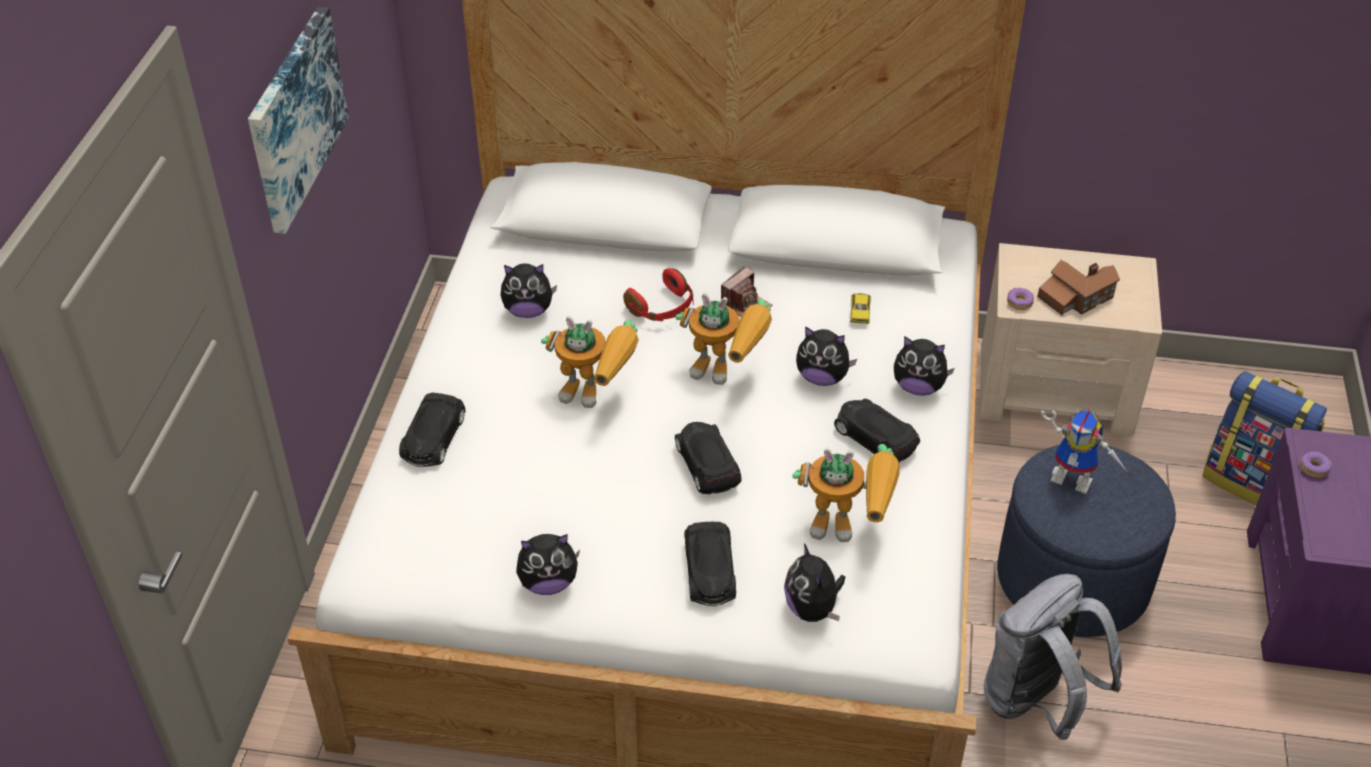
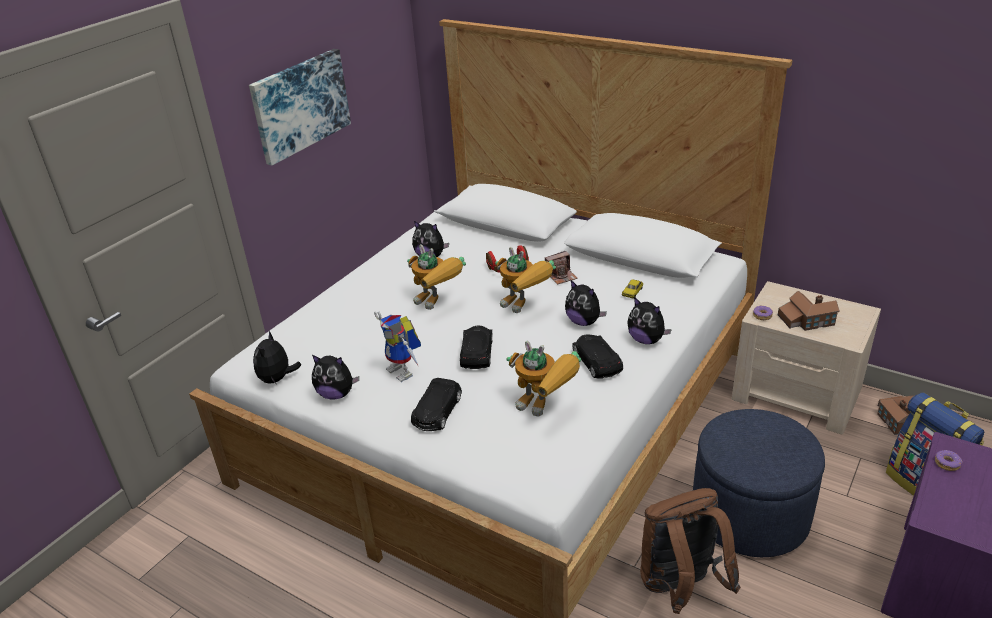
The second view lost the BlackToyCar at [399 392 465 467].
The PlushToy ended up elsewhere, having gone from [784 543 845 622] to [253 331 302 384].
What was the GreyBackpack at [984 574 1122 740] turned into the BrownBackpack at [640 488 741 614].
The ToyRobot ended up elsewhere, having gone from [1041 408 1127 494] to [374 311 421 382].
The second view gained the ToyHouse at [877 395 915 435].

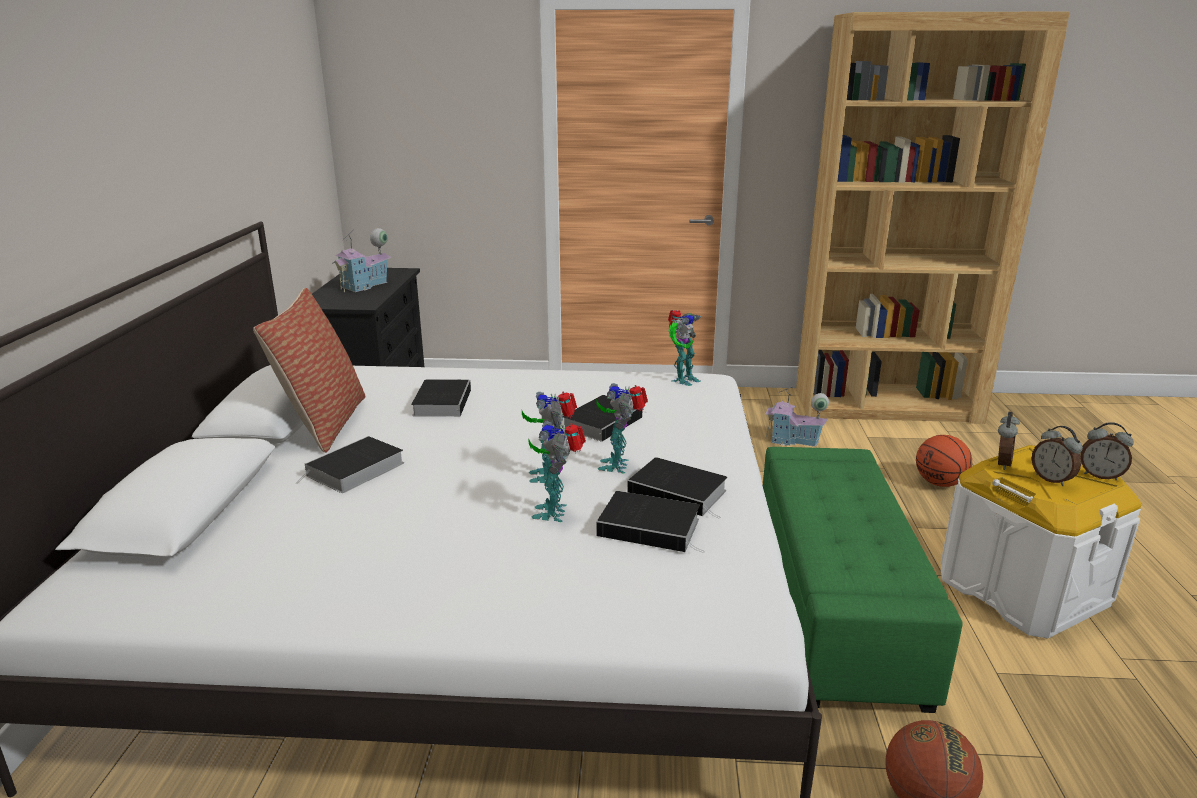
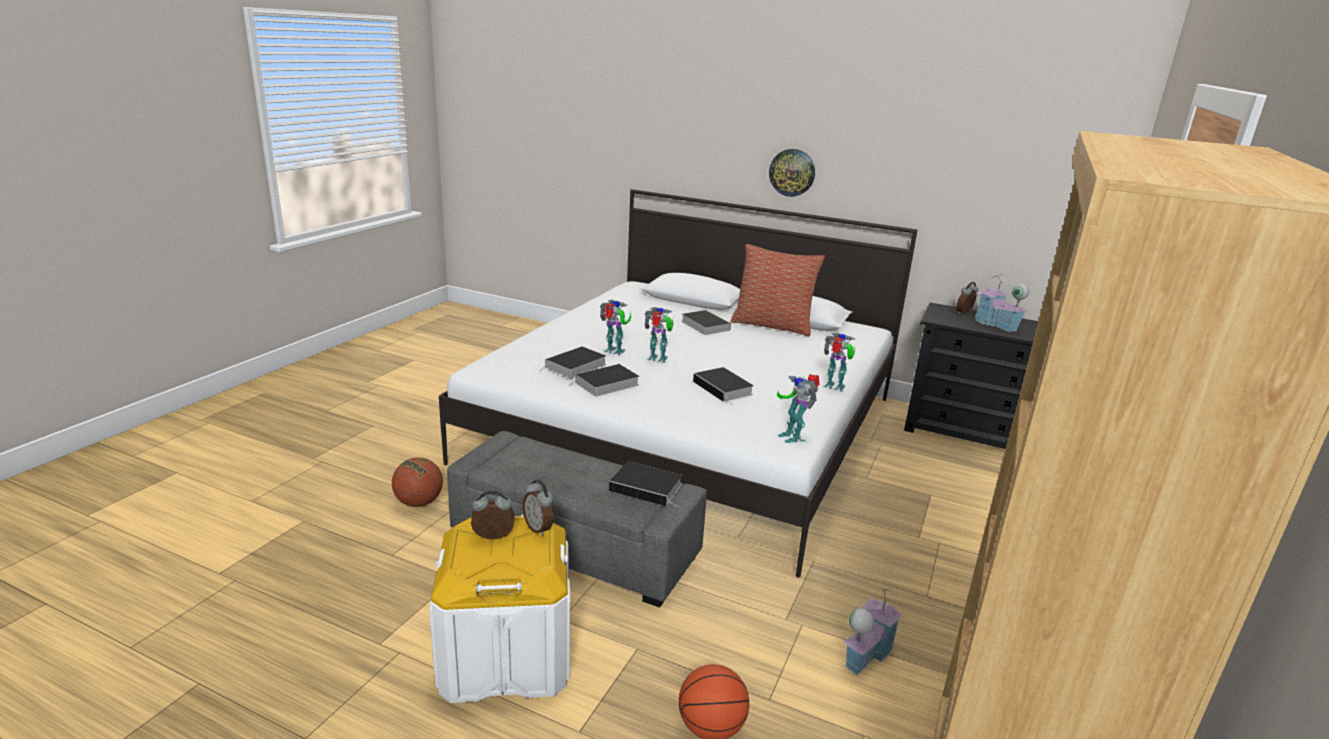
The Book ended up elsewhere, having gone from [411 380 471 417] to [609 461 682 508].
The ToyRobot ended up elsewhere, having gone from [596 383 648 474] to [823 333 855 392].
What was the GreenOttoman at [763 447 962 713] turned into the GreyOttoman at [447 431 707 608].
The AlarmClock ended up elsewhere, having gone from [1080 422 1134 480] to [956 282 978 314].
The second view gained the WallClock at [769 149 815 197].

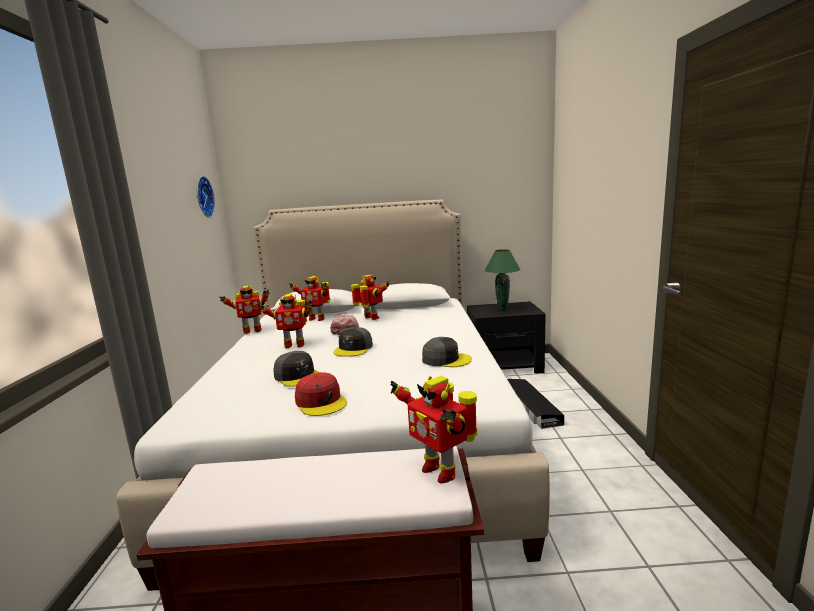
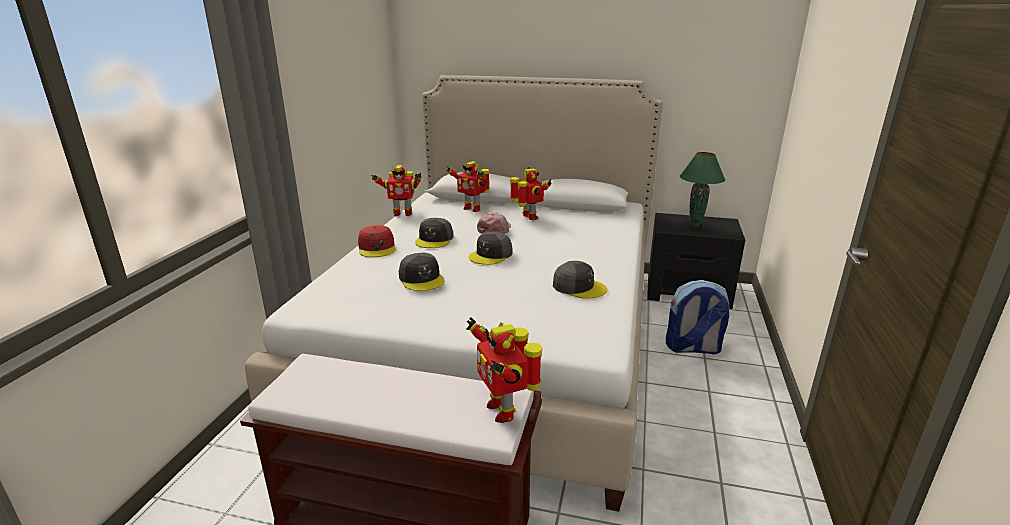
The second view lost the WallClock at [197 176 215 218].
Where the ToyRobot stood at [258 294 312 348], the GreyCap came to stand at [415 218 453 248].
The RedCap ended up elsewhere, having gone from [295 372 347 416] to [358 225 395 257].
Where the BlackStorageBox stood at [507 379 564 429], the Backpack came to stand at [666 280 729 354].

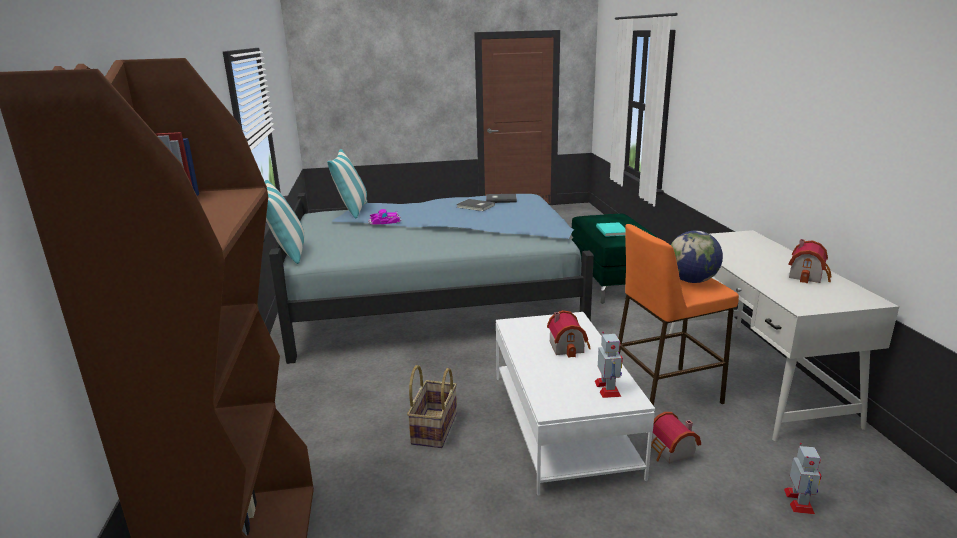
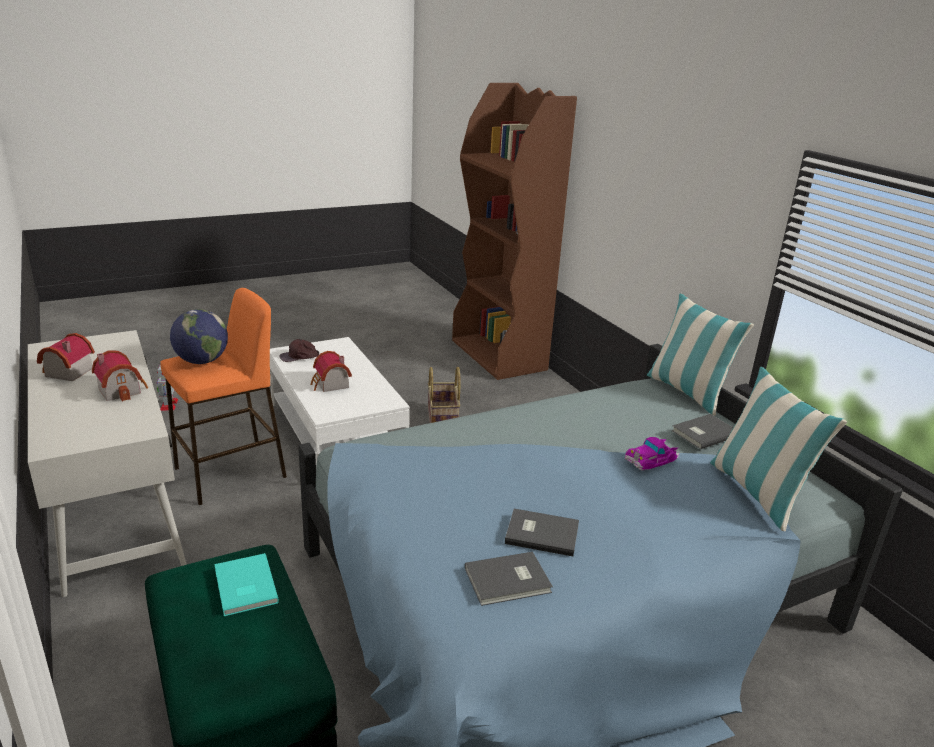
Where the ToyRobot stood at [595 332 623 398], the BrownCap came to stand at [279 339 319 362].
The ToyHouse ended up elsewhere, having gone from [651 412 701 464] to [92 350 148 402].
The second view gained the GreyBook at [671 414 733 449].

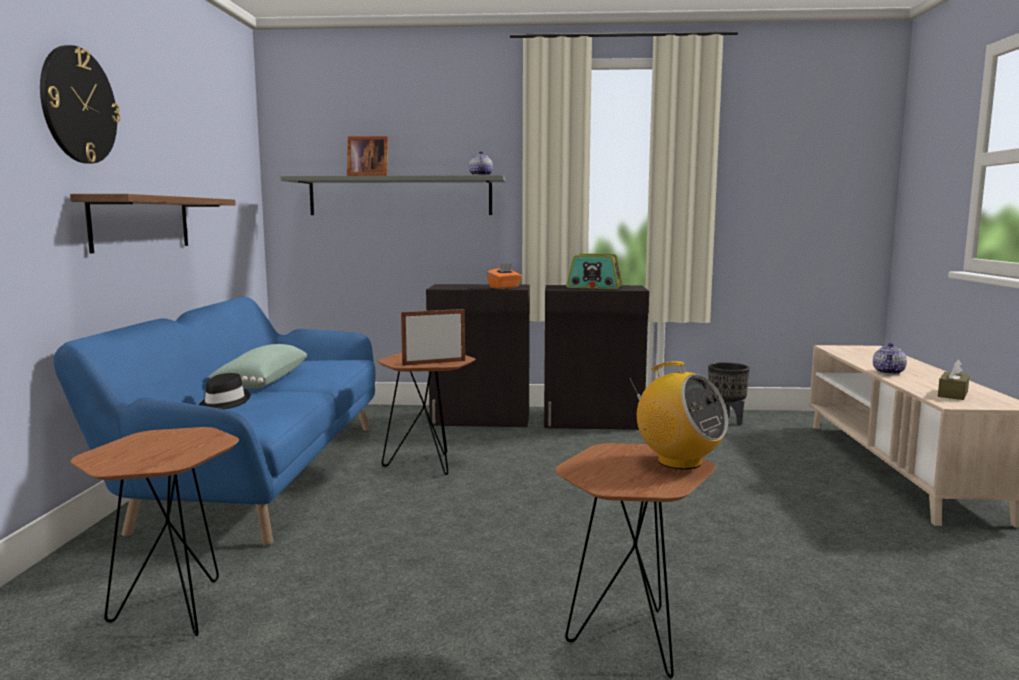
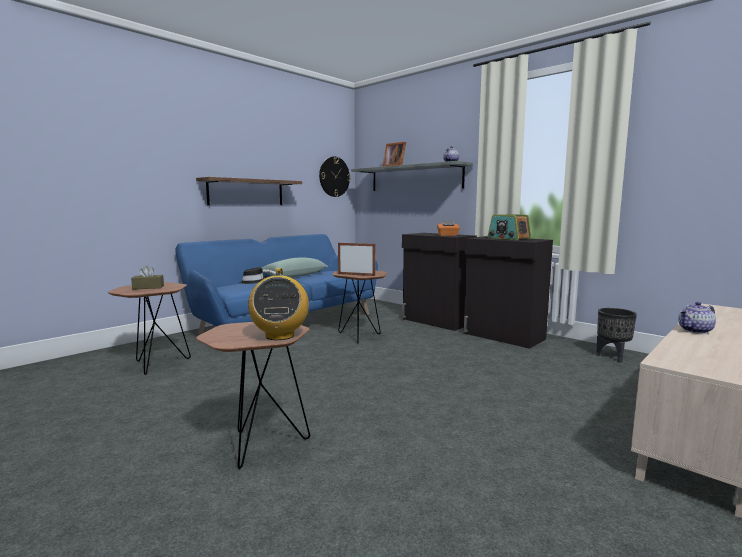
The WallClock ended up elsewhere, having gone from [40 45 120 164] to [319 156 350 197].
The BrownTissueBox ended up elsewhere, having gone from [938 359 970 400] to [131 265 164 289].

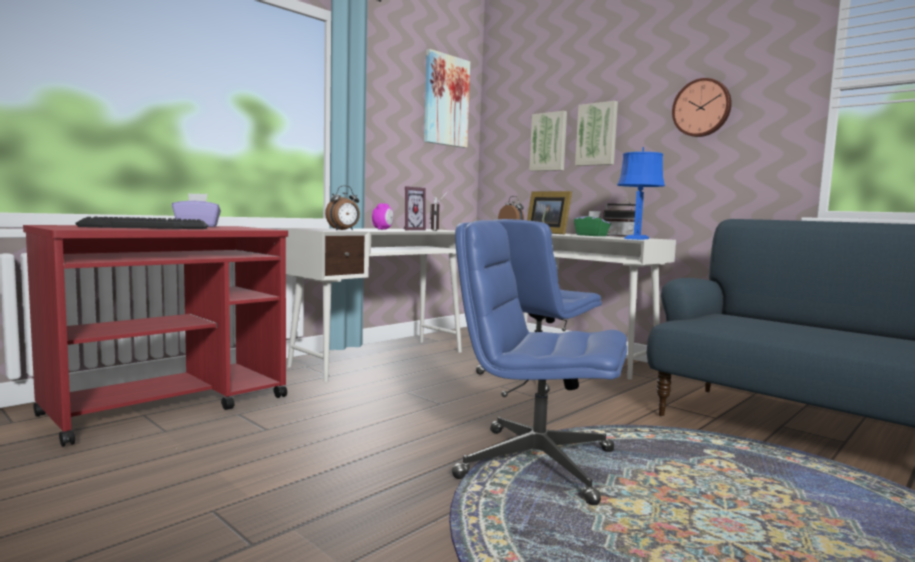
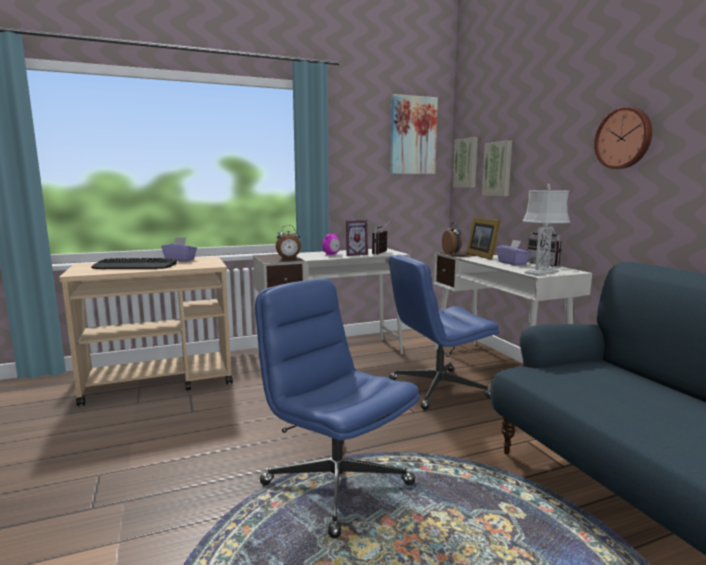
What was the RedCart at [23 225 288 447] turned into the BeigeCart at [59 256 233 406].
What was the GreenTissueBox at [574 211 611 236] turned into the PurpleTissueBox at [497 240 531 265].
The Picture ended up elsewhere, having gone from [575 101 618 166] to [453 137 478 187].
What was the BlueTableLamp at [617 147 665 240] turned into the GreyTableLamp at [523 184 570 276].

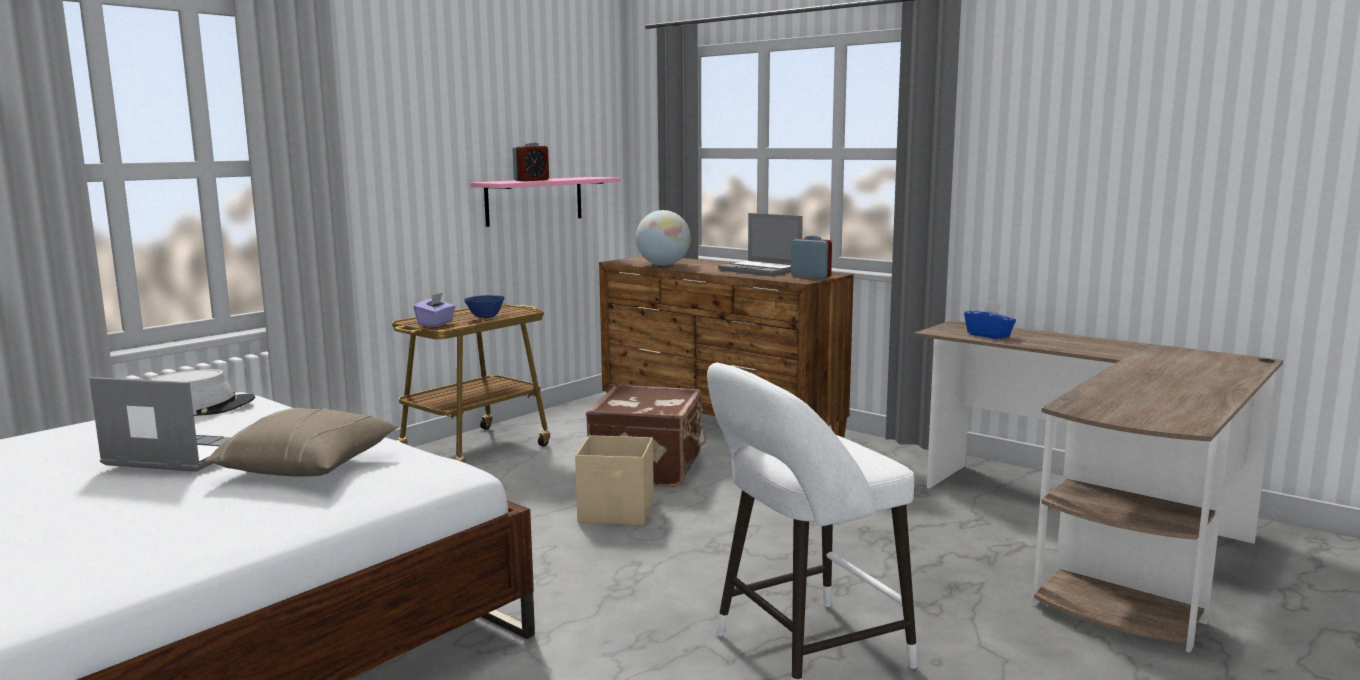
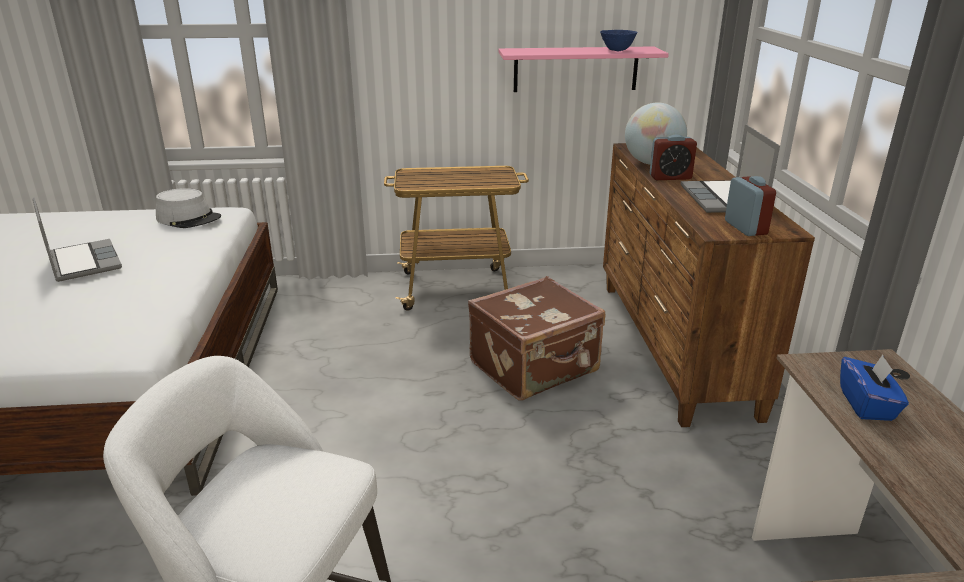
The second view lost the BeigePillow at [205 408 398 477].
The second view lost the PurpleTissueBox at [414 293 455 327].
The BlueBowl ended up elsewhere, having gone from [464 295 505 318] to [600 30 638 51].
The AlarmClock ended up elsewhere, having gone from [513 142 549 181] to [649 134 697 180].
The second view lost the BeigeStorageBox at [575 435 654 526].

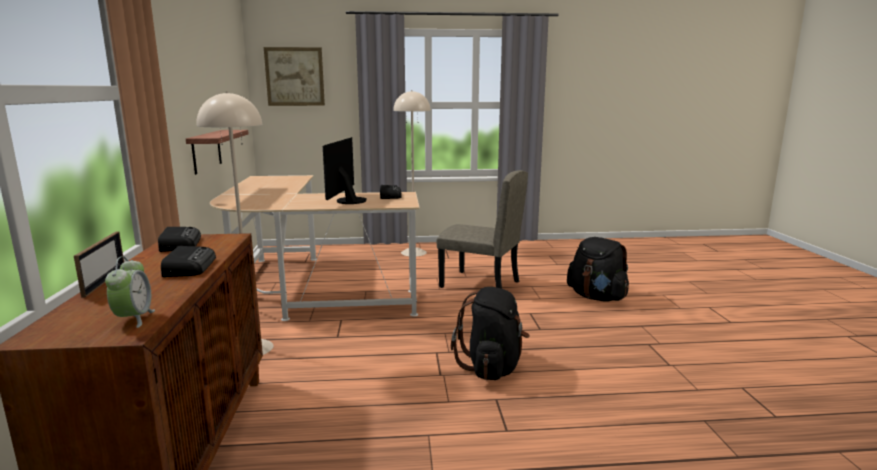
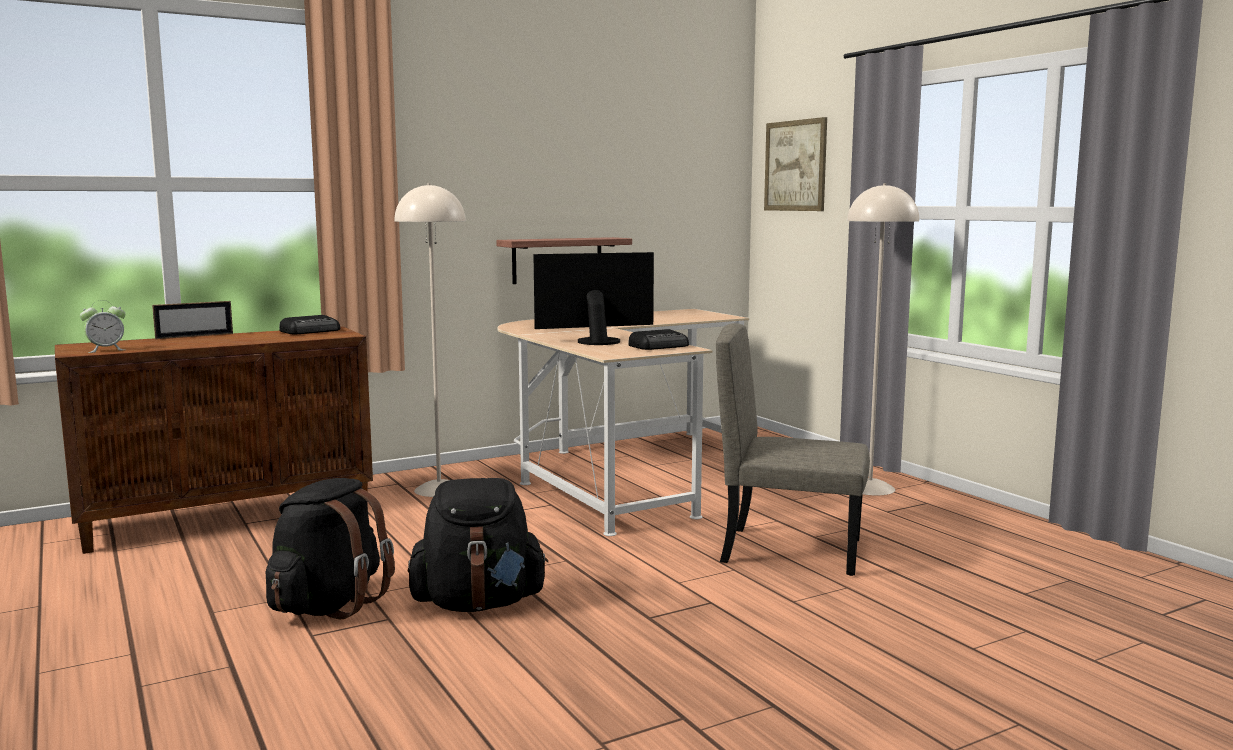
The second view lost the Radio at [161 246 216 277].
The BeigeChair at [436 170 528 289] ended up facing another way, 105 degrees clockwise from before.
The BlackBackpack ended up elsewhere, having gone from [567 237 629 302] to [266 478 395 619].

